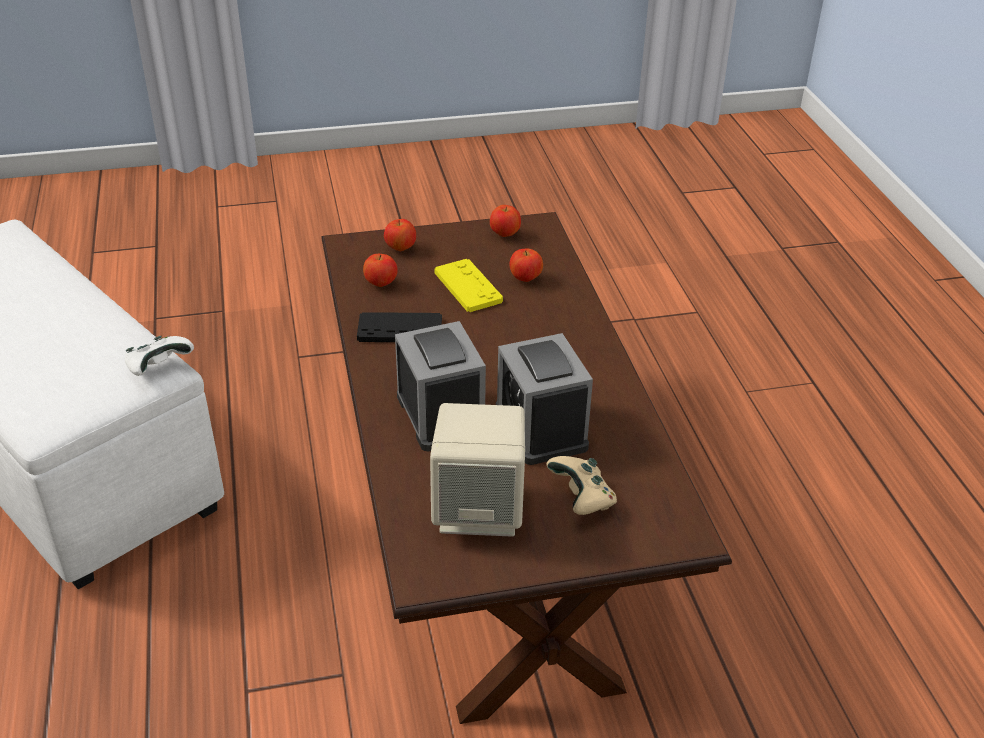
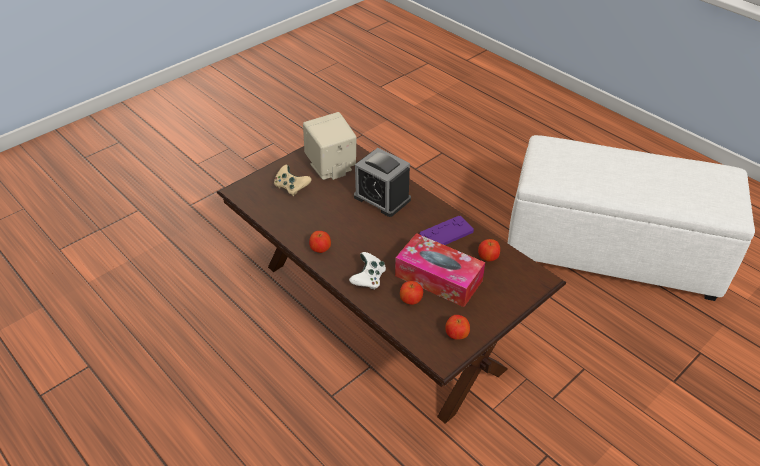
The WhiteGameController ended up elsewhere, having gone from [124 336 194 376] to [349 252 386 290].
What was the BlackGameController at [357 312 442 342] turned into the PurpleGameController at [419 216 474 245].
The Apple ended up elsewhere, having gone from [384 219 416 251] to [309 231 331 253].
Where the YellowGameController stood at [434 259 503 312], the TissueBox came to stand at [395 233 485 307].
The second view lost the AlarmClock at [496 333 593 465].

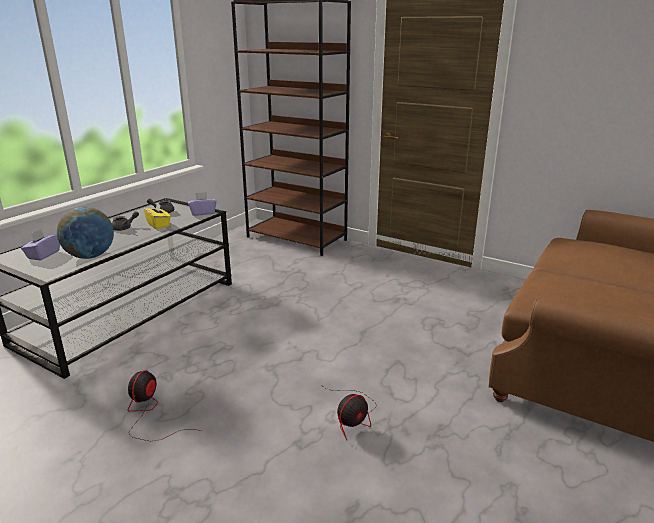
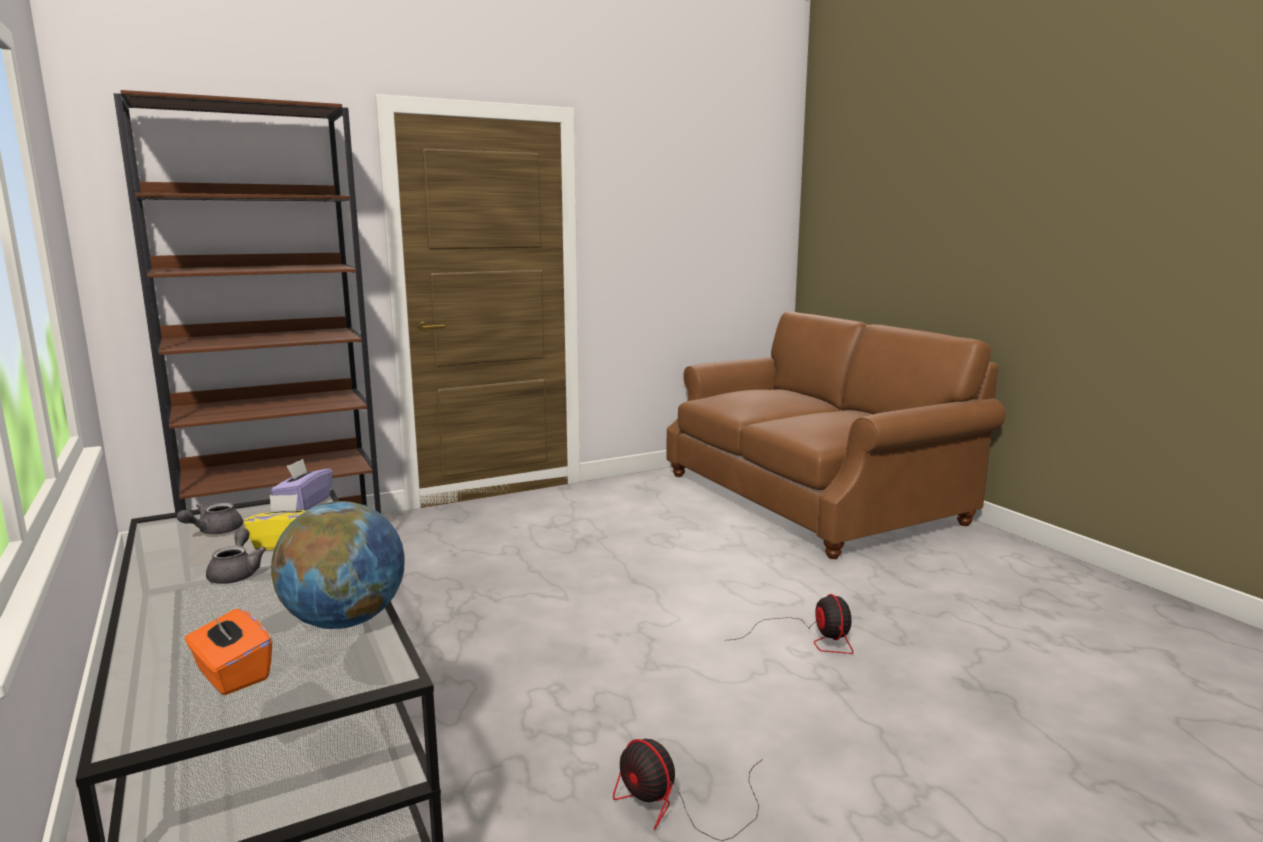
What was the PurpleTissueBox at [21 229 60 261] turned into the OrangeTissueBox at [185 608 272 695].

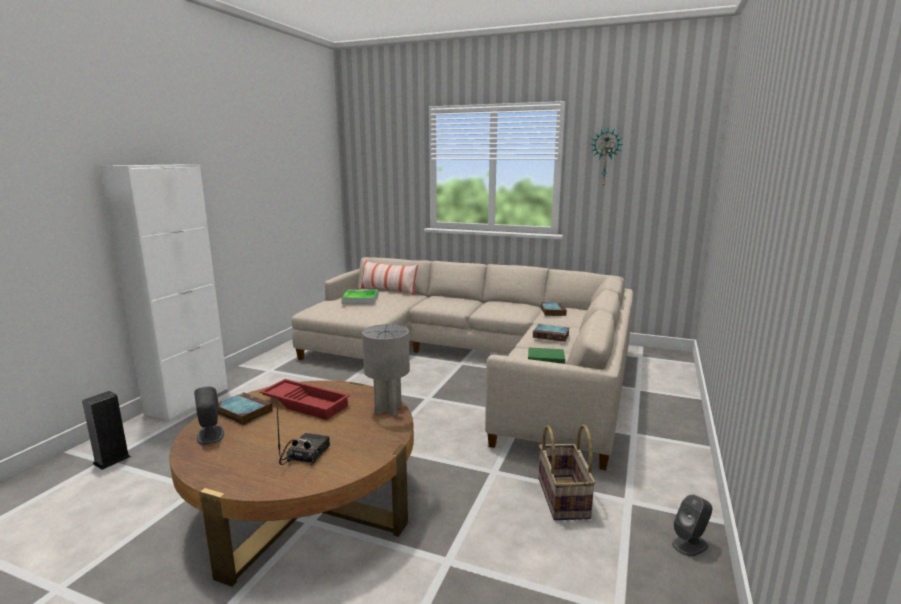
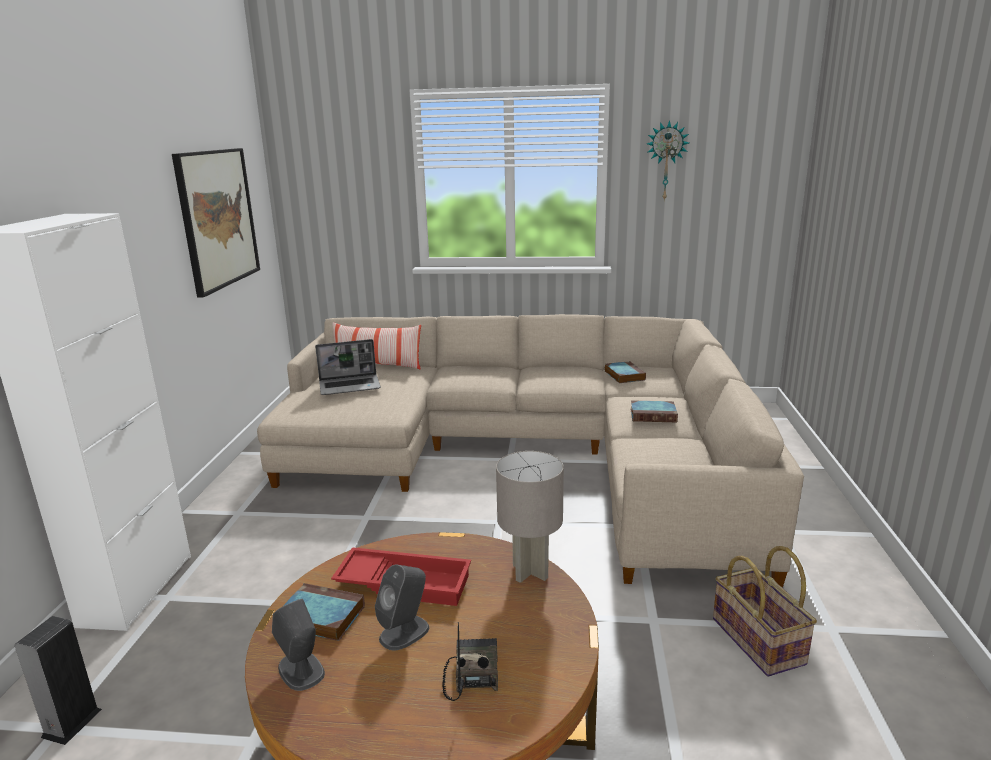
Where the Tray stood at [341 290 378 304], the Laptop came to stand at [315 339 381 395].
The second view lost the GreenBook at [528 348 565 364].
The GreySpeaker ended up elsewhere, having gone from [672 494 712 556] to [375 564 429 650].
The second view gained the Picture at [172 148 260 298].

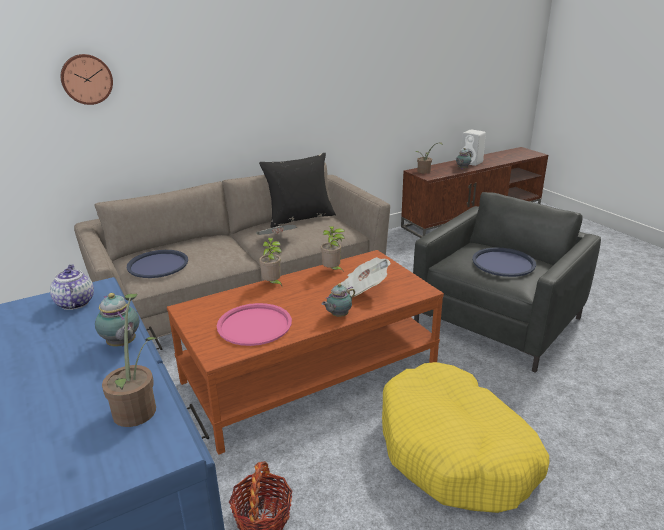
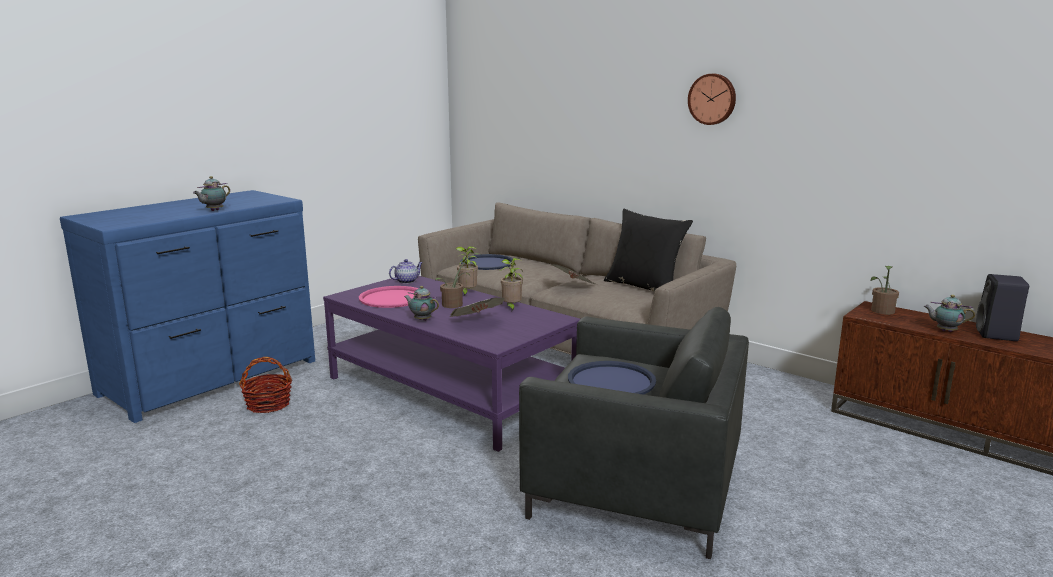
The Teapot ended up elsewhere, having gone from [50 265 94 310] to [389 259 423 284].
The WallClock ended up elsewhere, having gone from [61 54 113 105] to [688 74 736 125].
The PottedPlant ended up elsewhere, having gone from [102 294 160 427] to [435 253 479 308].
What was the BrownCoffeeTable at [167 250 444 455] turned into the PurpleCoffeeTable at [323 276 580 452].
The second view lost the YellowDogBed at [382 362 549 513].
What was the WhiteSpeaker at [461 130 486 166] turned into the BlackSpeaker at [976 274 1029 341].

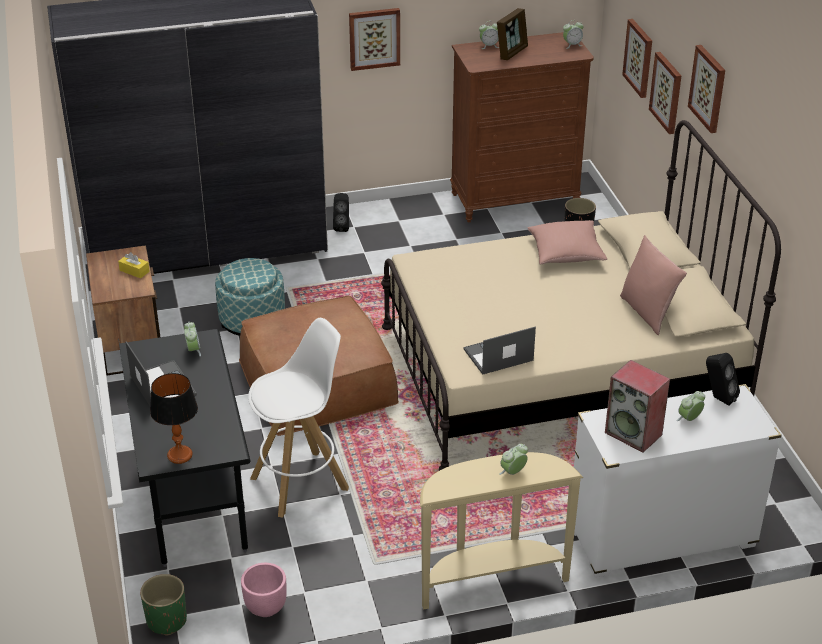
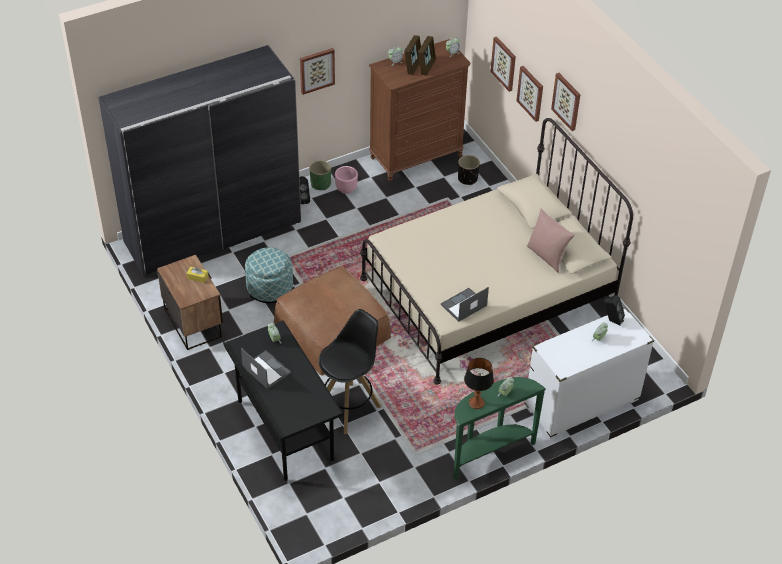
The GreenPlanter ended up elsewhere, having gone from [140 574 187 636] to [309 160 331 191].
The TableLamp ended up elsewhere, having gone from [150 373 198 464] to [464 358 494 409].
The PinkPlanter ended up elsewhere, having gone from [241 563 287 617] to [335 166 358 194].
What was the WhiteStool at [248 318 349 518] turned into the BlackStool at [319 309 381 434].
What was the BeigeConsoleTable at [420 452 583 610] turned into the GreenConsoleTable at [453 377 546 480].
The second view lost the PinkPillow at [528 220 607 264].
The second view lost the Speaker at [605 360 670 453].
The second view gained the PictureFrame at [418 36 436 75].

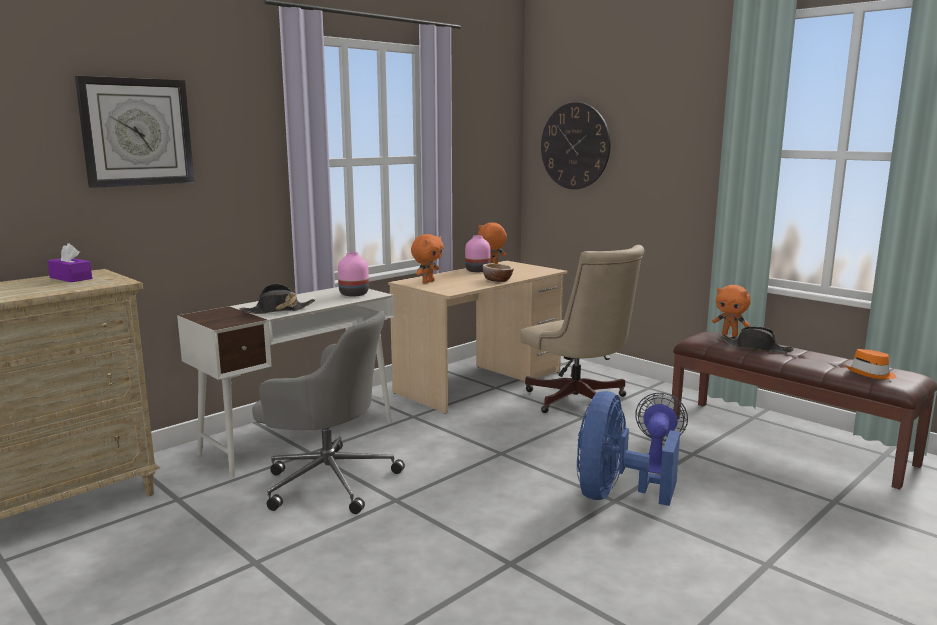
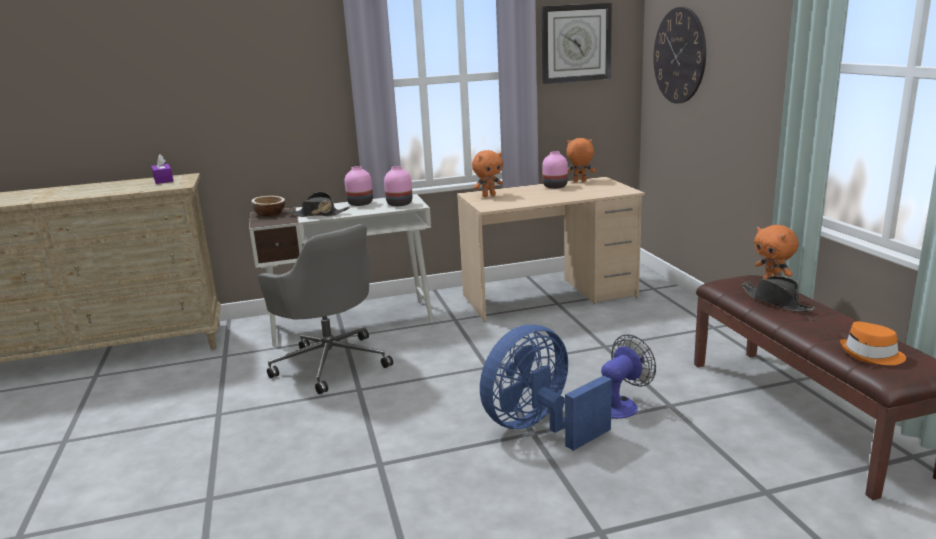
The WallClock ended up elsewhere, having gone from [75 76 194 188] to [541 3 612 84].
The Bowl ended up elsewhere, having gone from [483 264 514 282] to [251 196 285 216].
The second view lost the BeigeOfficeChair at [520 245 645 413].
The second view gained the PinkVase at [345 166 373 206].

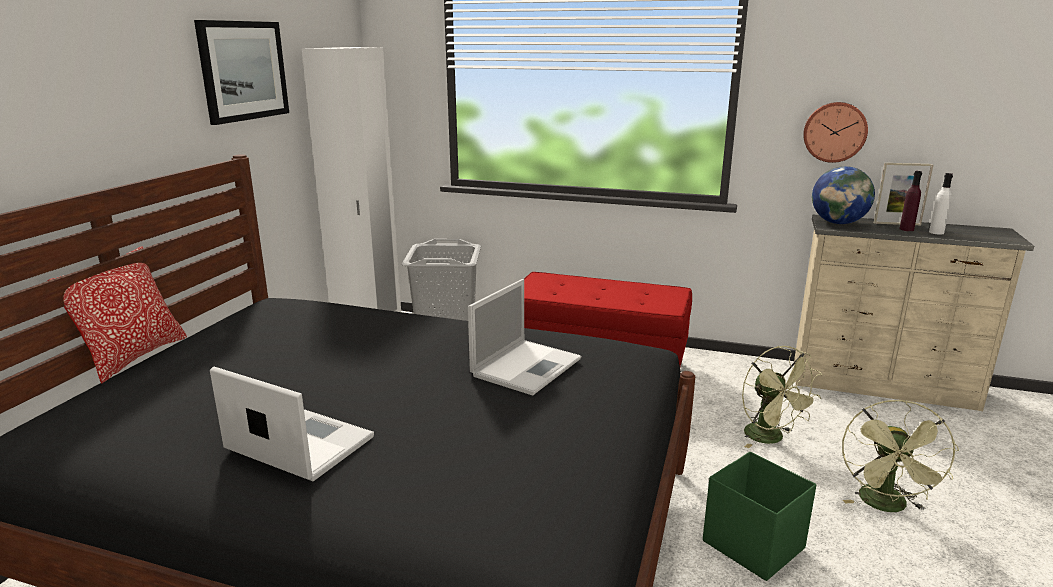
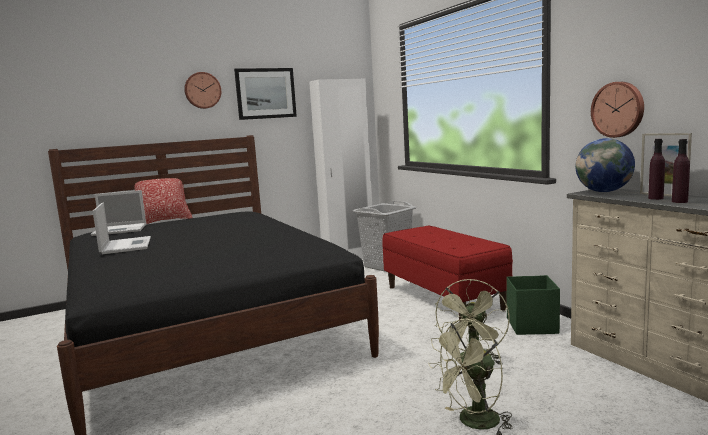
The Laptop ended up elsewhere, having gone from [468 279 581 396] to [91 190 146 236].
The GreenStorageBox ended up elsewhere, having gone from [703 451 816 581] to [506 275 560 335].
What was the WhiteBottle at [929 173 953 235] turned into the PurpleBottle at [672 139 690 203].
The second view gained the WallClock at [184 72 221 109].

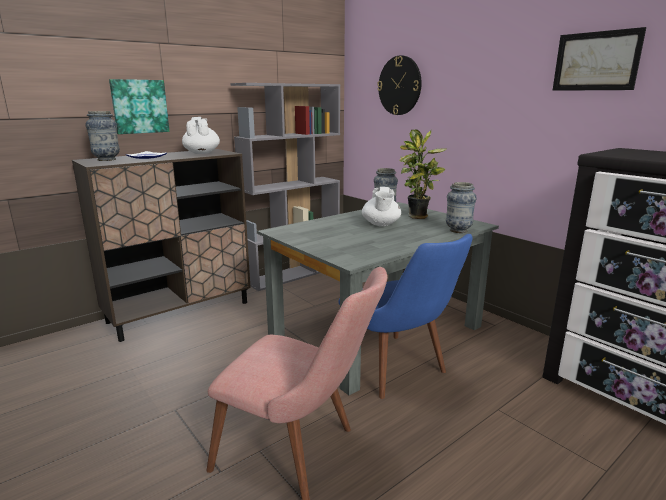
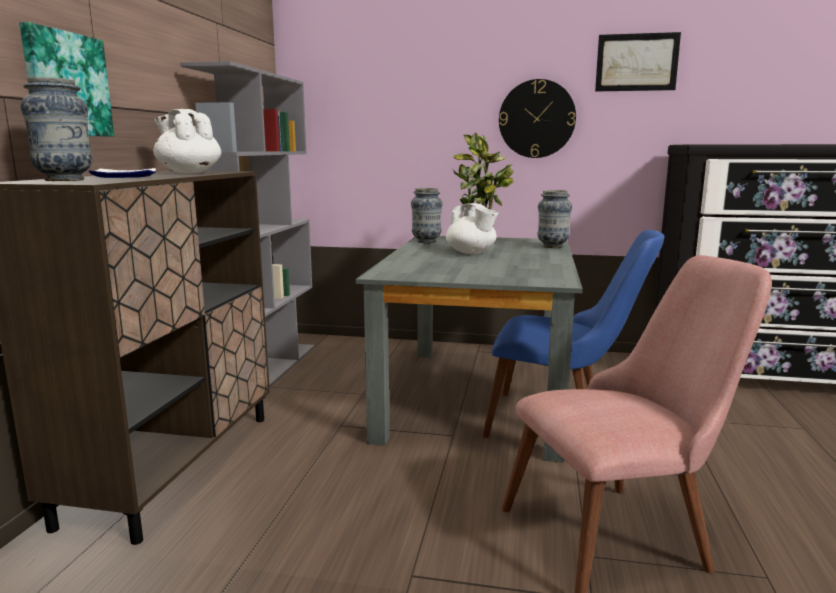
The WallClock ended up elsewhere, having gone from [377 55 422 115] to [499 79 576 158].

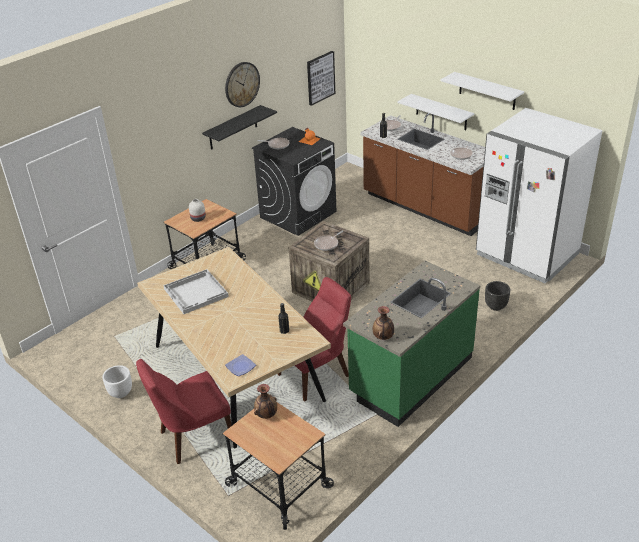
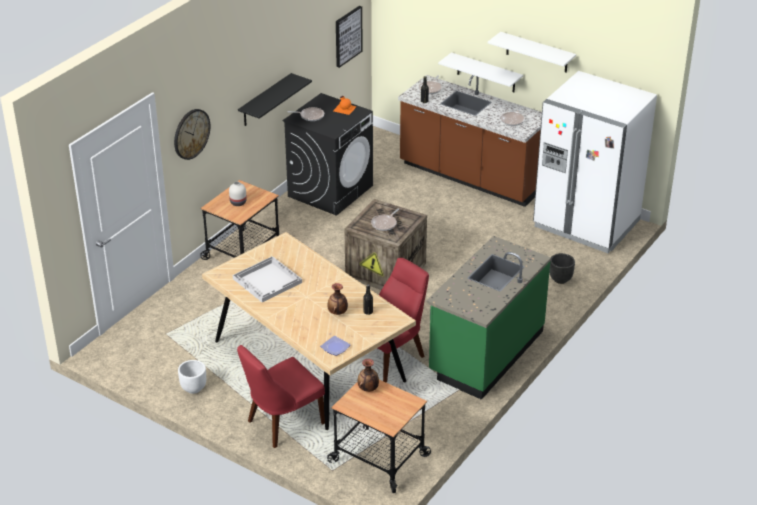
The WallClock ended up elsewhere, having gone from [225 62 260 107] to [174 109 210 160].
The Vase ended up elsewhere, having gone from [373 306 394 340] to [327 283 348 315].

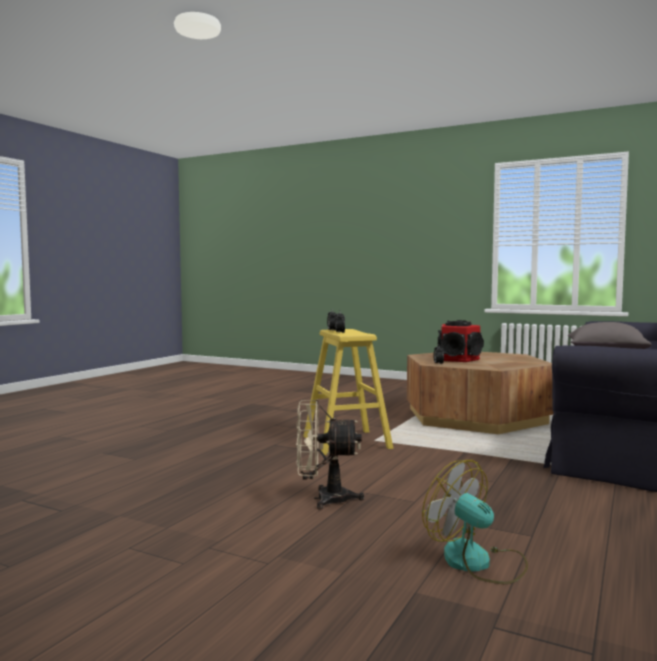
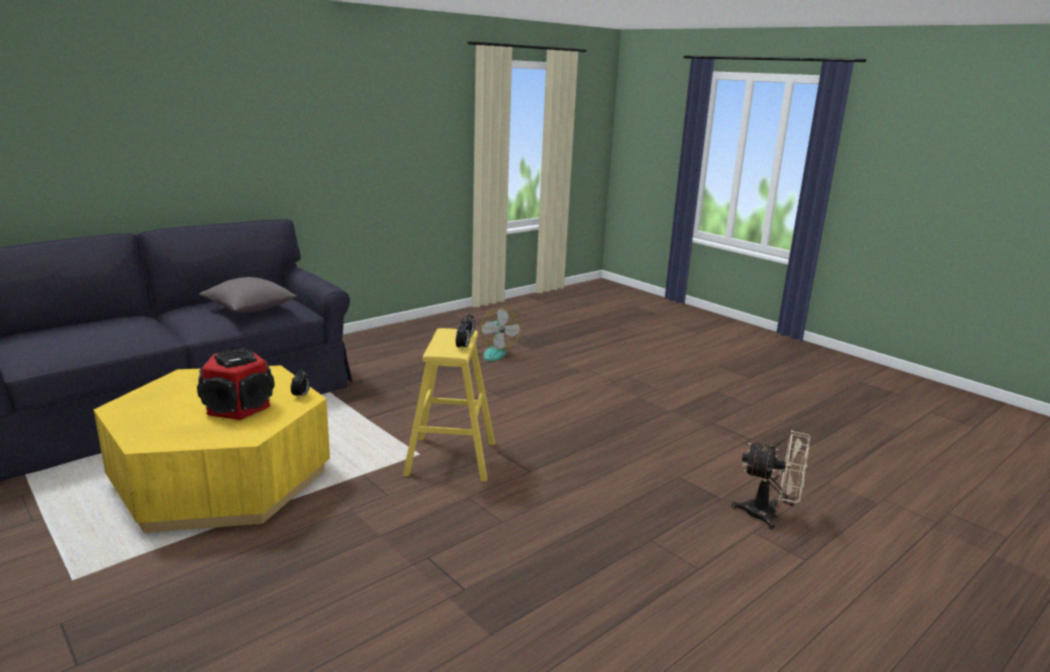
The BeigeFan ended up elsewhere, having gone from [296 399 364 509] to [731 430 810 530].
What was the BrownCoffeeTable at [407 352 554 434] turned into the YellowCoffeeTable at [94 365 330 533].

